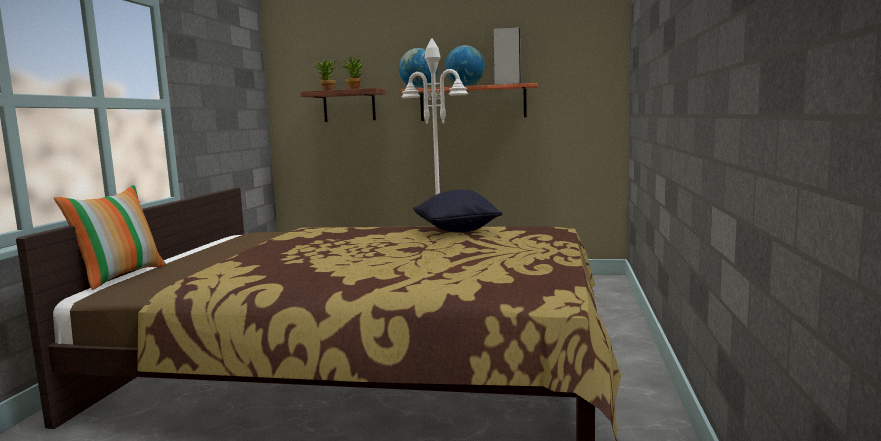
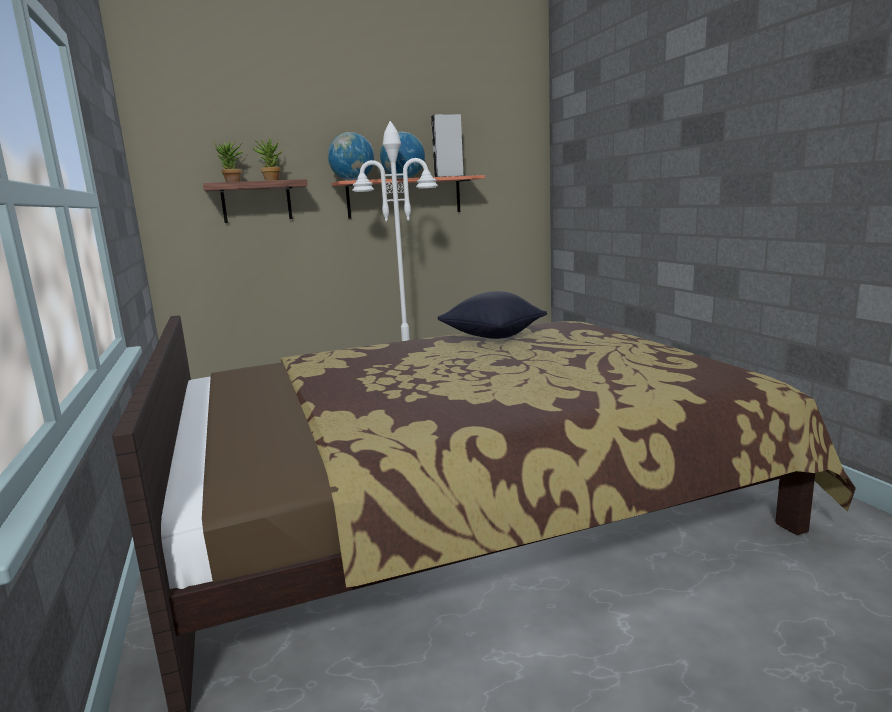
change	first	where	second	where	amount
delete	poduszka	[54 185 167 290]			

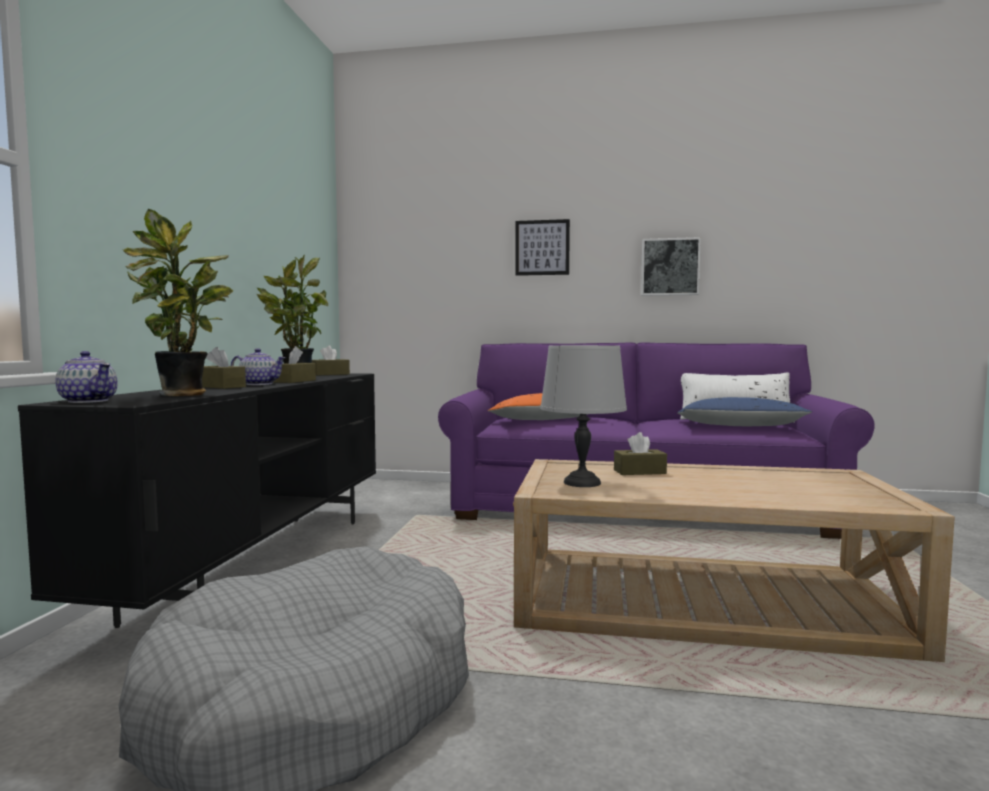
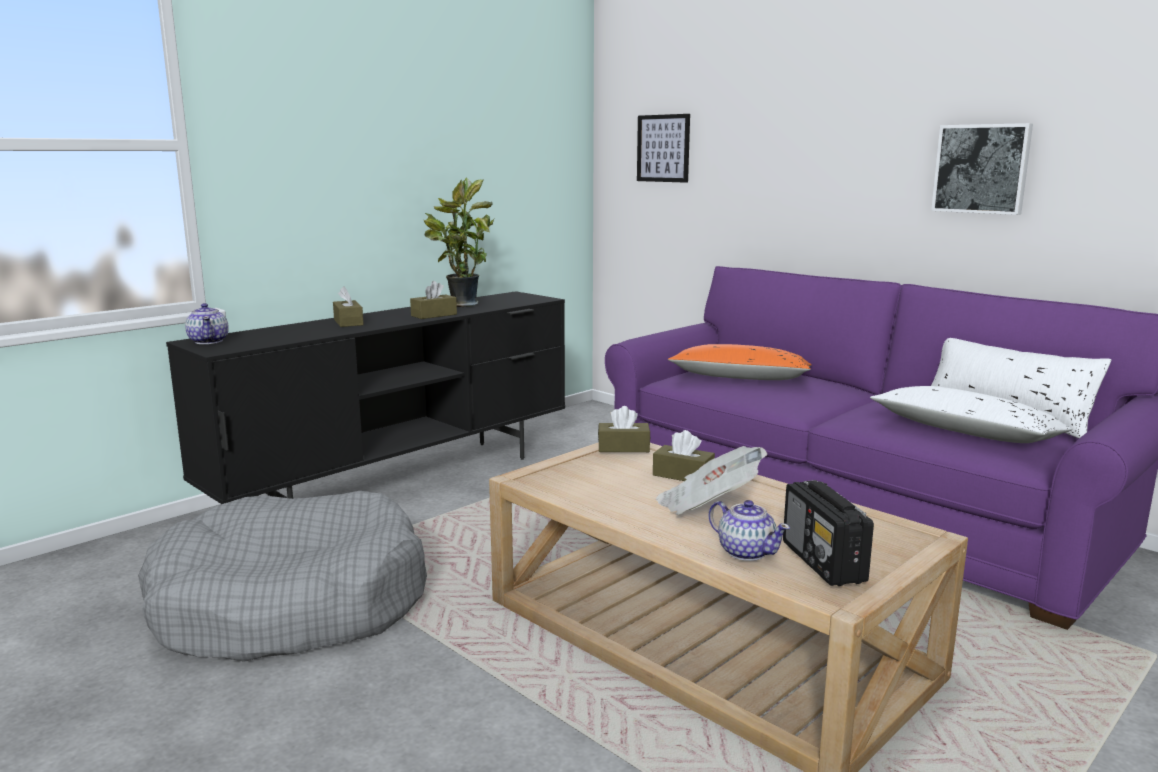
change	first	where	second	where	amount
delete	roślina doniczkowa	[122 209 233 396]			
move	obraz	[515 219 570 276]		[637 114 690 183]	
move	pudełko chusteczek/brązowy	[312 345 350 375]		[598 406 651 452]	
delete	lampa stołowa/szary	[540 345 627 487]			
move	imbryk	[231 348 286 385]		[709 500 790 561]	
recolor	poduszka/niebieski	[677 397 812 426]	poduszka/biały	[870 386 1073 443]	
insert			gazeta	[656 446 767 515]	
insert			radio	[783 480 874 586]	

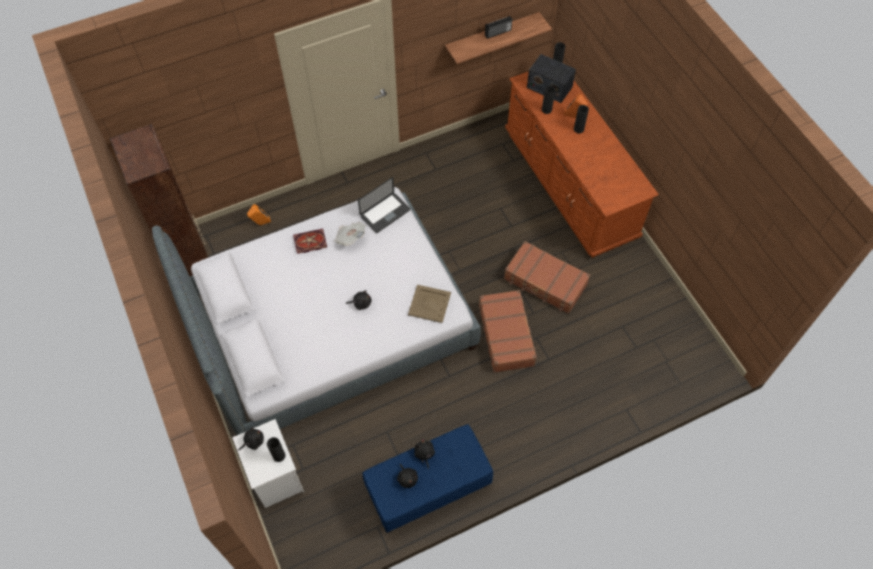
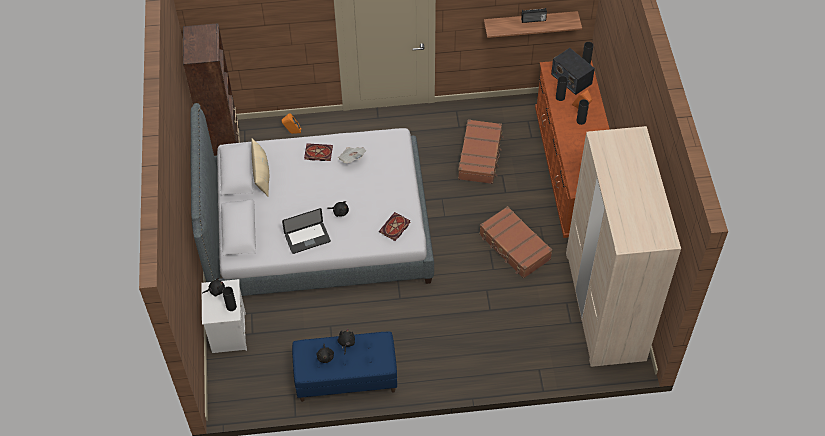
change	first	where	second	where	amount
move	laptop	[358 177 410 233]		[282 208 331 254]	
replace	taca/beżowy	[408 285 451 323]	książka	[379 212 411 241]	
move	walizka/brązowy	[479 290 537 373]		[458 119 504 184]	
insert			szafa/beżowy	[566 126 681 367]	
insert			poduszka/beżowy	[251 138 269 196]	

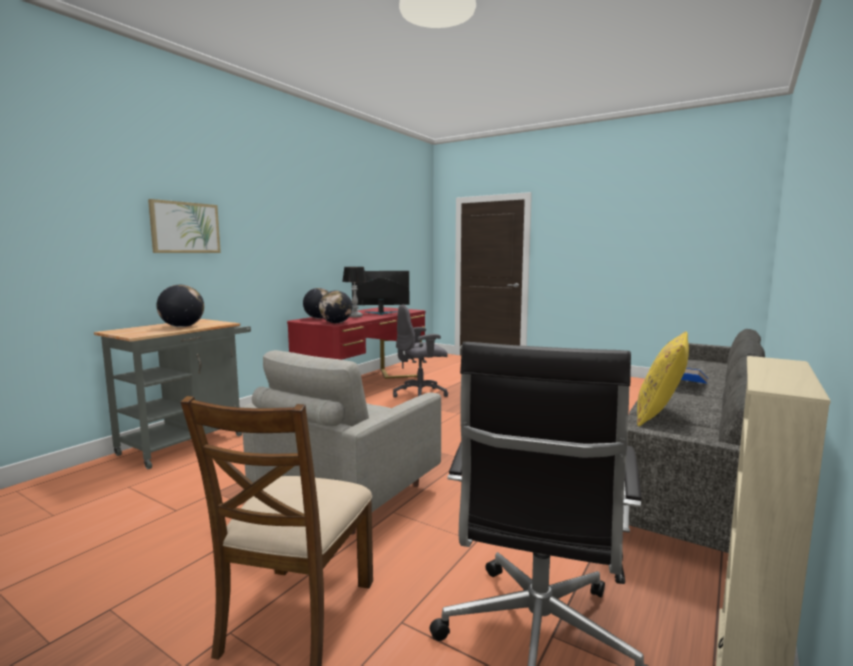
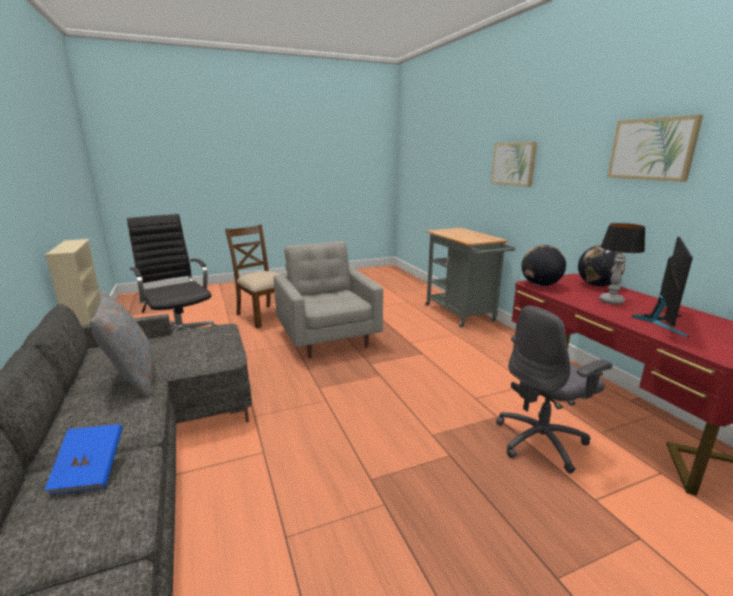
change	first	where	second	where	amount
delete	globus	[157 285 204 327]			
rotate	krzesło biurowe/szary	[393 304 448 398]		[496 306 612 473]	135 degrees counterclockwise
recolor	poduszka/żółty	[637 332 689 426]	poduszka/szary	[90 291 153 397]	
insert			obraz	[607 115 703 182]	

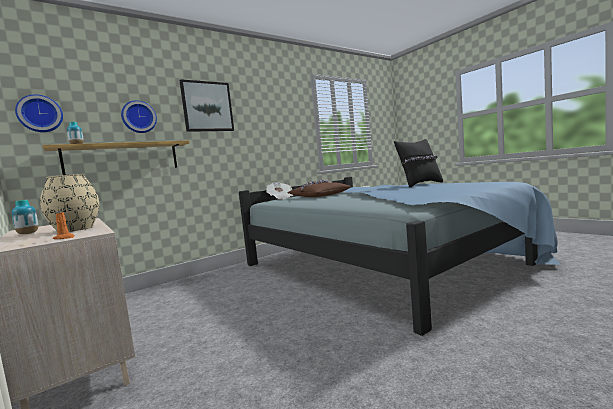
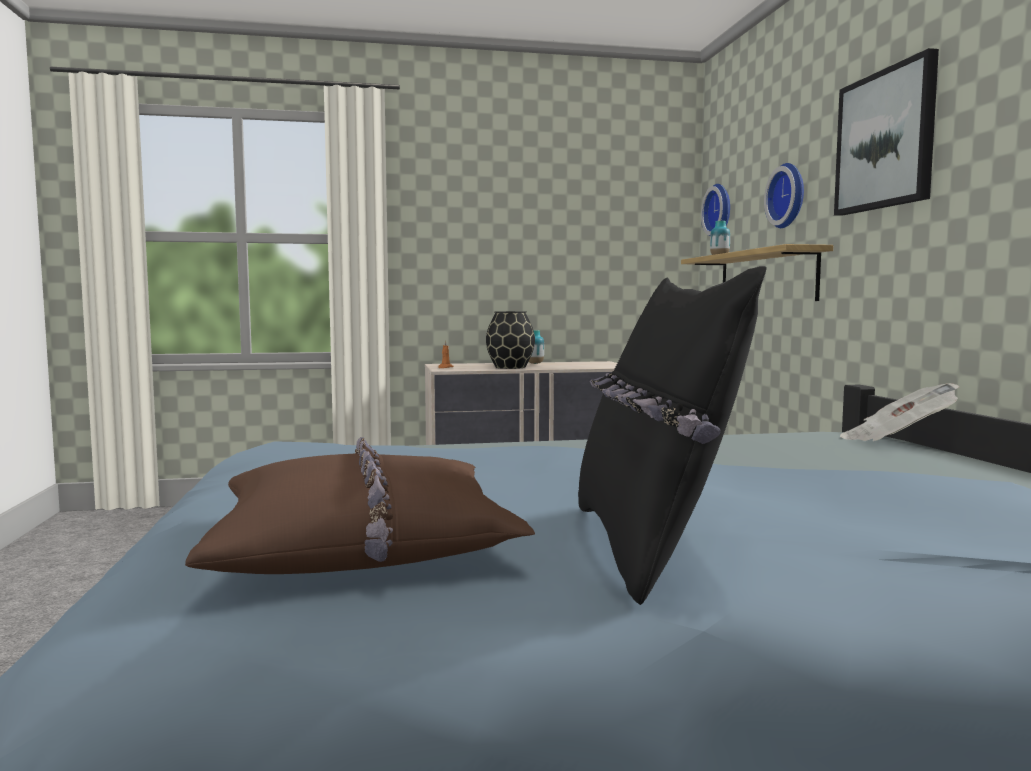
change	first	where	second	where	amount
recolor	wazon/beżowy	[40 174 99 232]	wazon/czarny	[486 311 535 369]	
move	poduszka/brązowy	[287 180 351 197]		[185 437 535 574]	

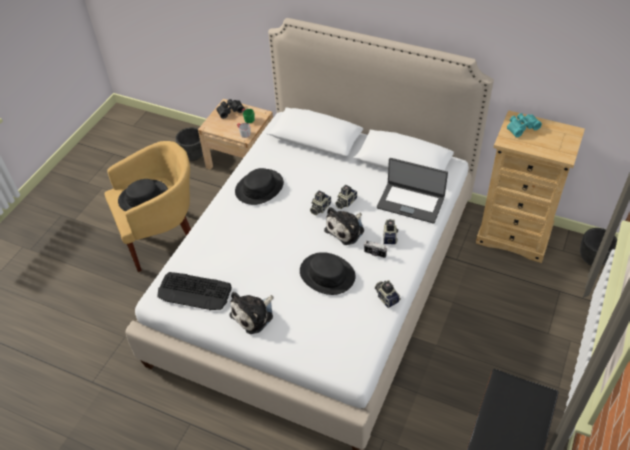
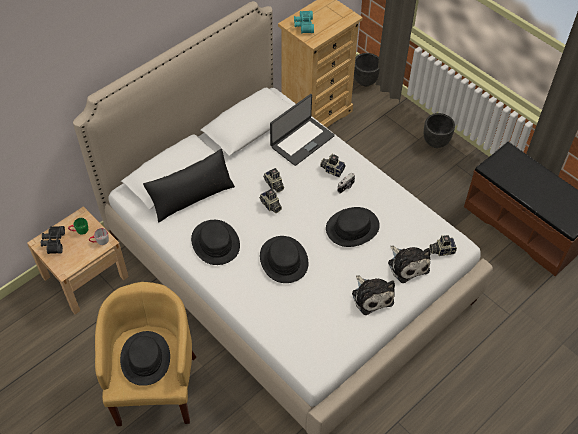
change	first	where	second	where	amount
move	donica/czarny	[175 127 203 161]		[424 113 455 148]	
move	pluszak	[324 207 364 245]		[388 246 431 283]	
delete	klawiatura	[157 272 232 310]			
move	aparat fotograficzny	[375 280 401 308]		[430 235 457 256]	
insert			poduszka/czarny	[143 148 235 223]	
insert			kapelusz/czarny	[260 236 308 283]	

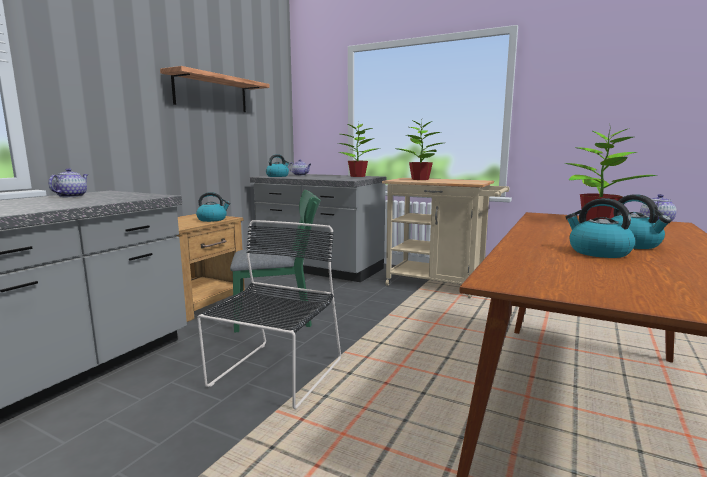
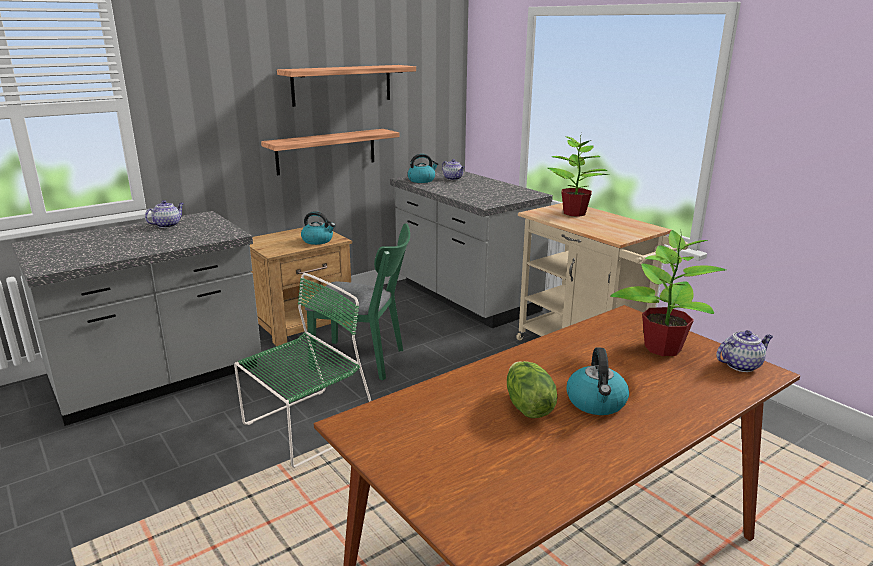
change	first	where	second	where	amount
delete	roślina doniczkowa	[338 124 381 177]			
replace	czajnik	[566 198 636 258]	sałata	[507 361 557 418]	
recolor	krzesło/czarny	[197 220 341 409]	krzesło/zielony	[234 273 371 468]	
insert			półka	[261 129 399 176]	

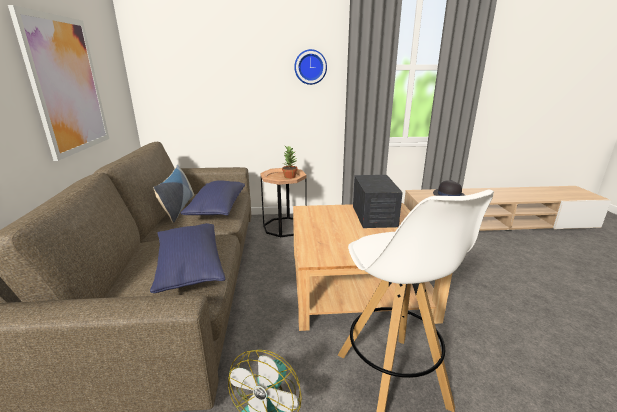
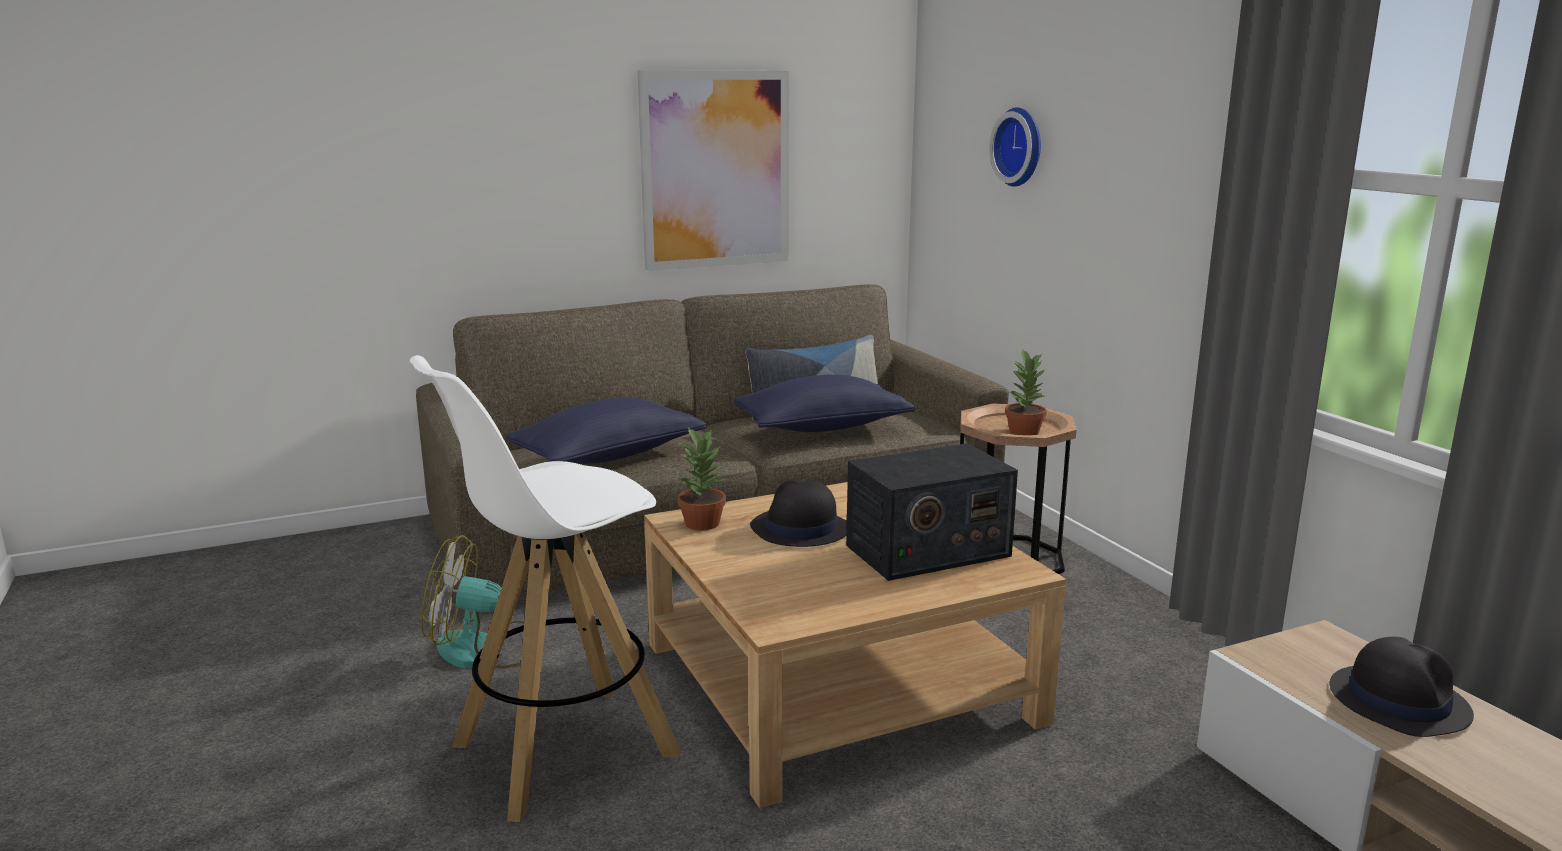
change	first	where	second	where	amount
move	zegar ścienny	[294 49 327 85]		[989 107 1041 187]	
insert			roślina doniczkowa	[678 427 726 530]	
insert			kapelusz/czarny	[750 480 847 547]	

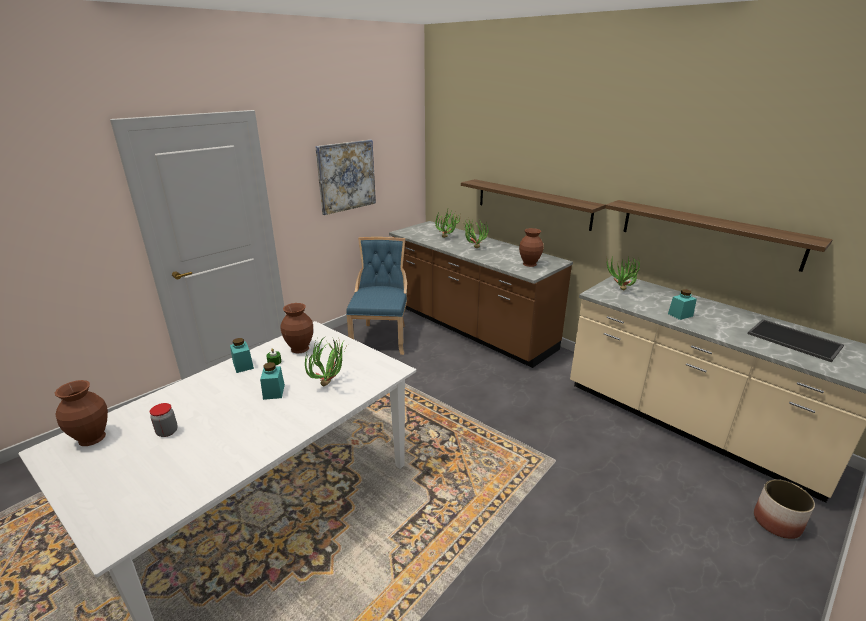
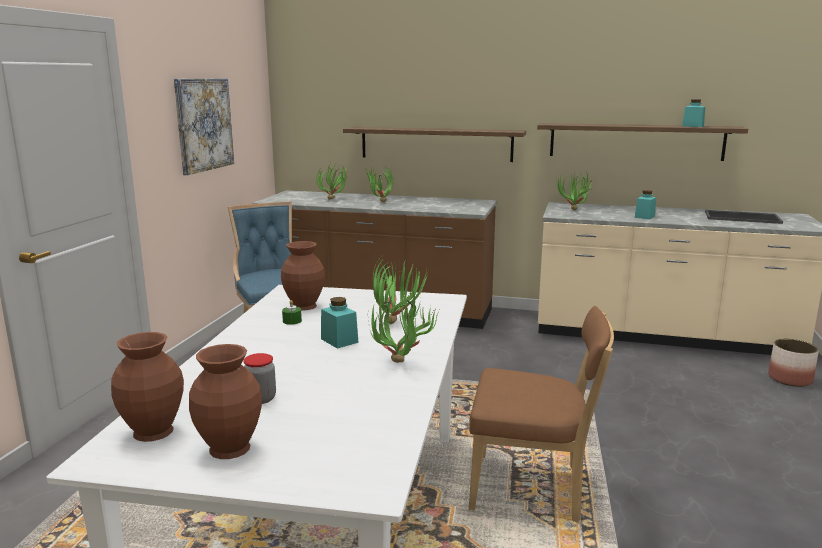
change	first	where	second	where	amount
move	wazon/brązowy	[519 228 544 267]		[189 344 262 459]	
move	słoik/turkusowy	[230 338 254 373]		[682 99 705 127]	
insert			roślina doniczkowa	[368 288 438 363]	
insert			krzesło/brązowy	[469 306 614 523]	

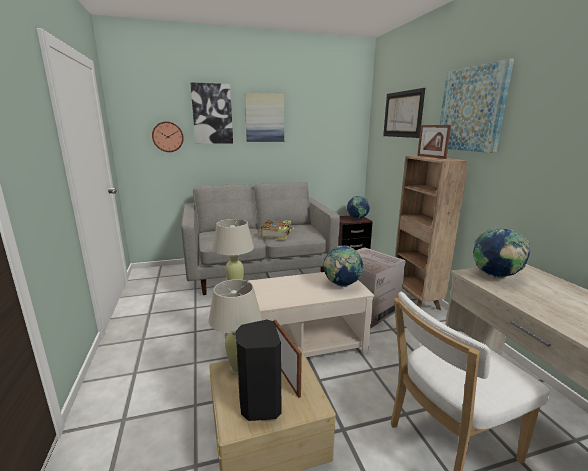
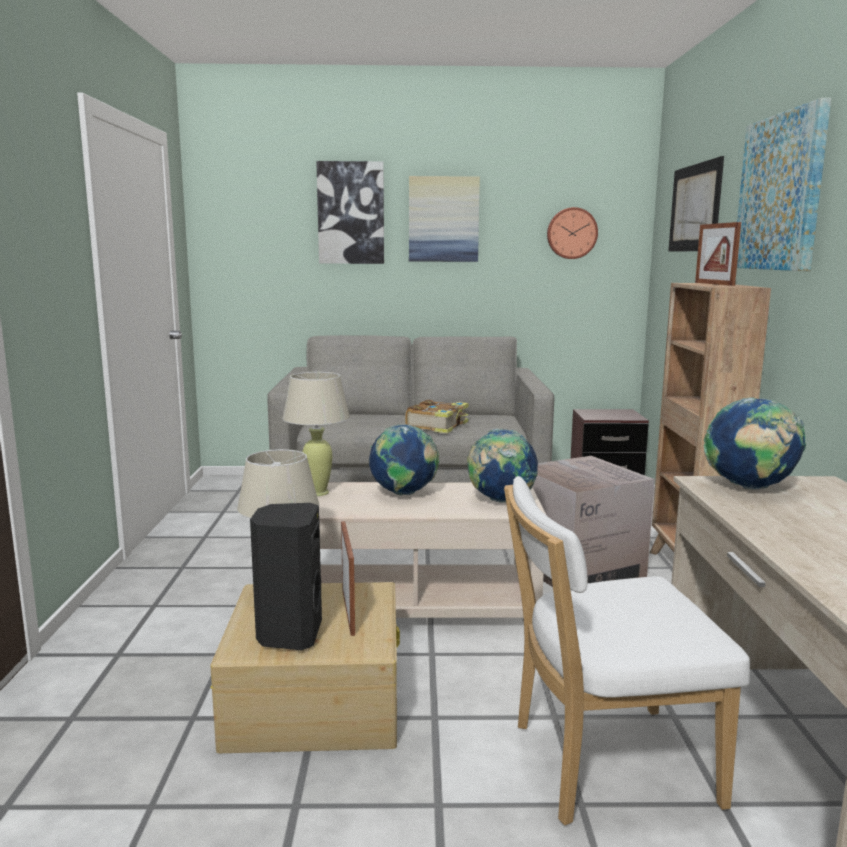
change	first	where	second	where	amount
move	zegar ścienny	[152 121 184 152]		[547 207 598 259]	
move	globus	[347 196 370 219]		[369 424 439 496]	

